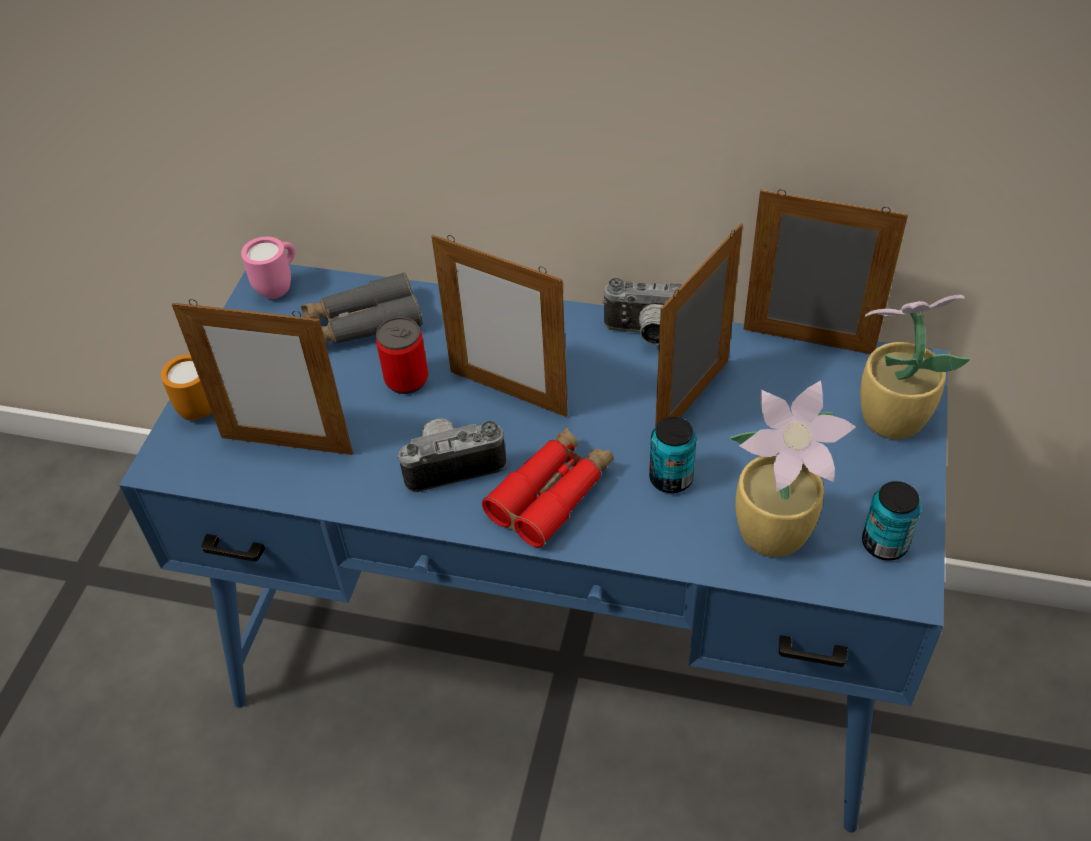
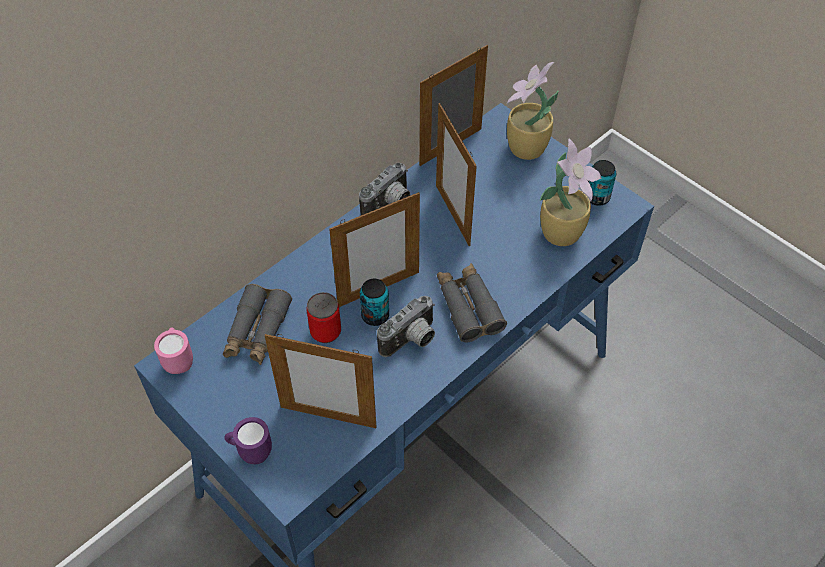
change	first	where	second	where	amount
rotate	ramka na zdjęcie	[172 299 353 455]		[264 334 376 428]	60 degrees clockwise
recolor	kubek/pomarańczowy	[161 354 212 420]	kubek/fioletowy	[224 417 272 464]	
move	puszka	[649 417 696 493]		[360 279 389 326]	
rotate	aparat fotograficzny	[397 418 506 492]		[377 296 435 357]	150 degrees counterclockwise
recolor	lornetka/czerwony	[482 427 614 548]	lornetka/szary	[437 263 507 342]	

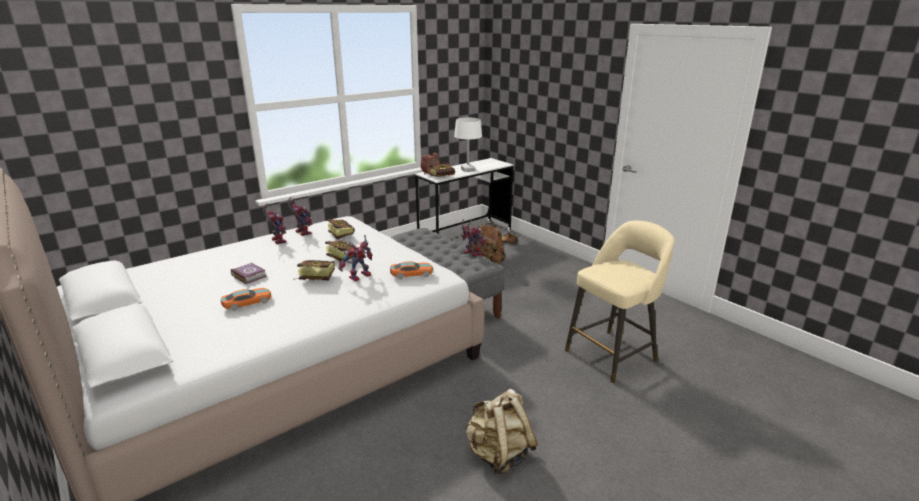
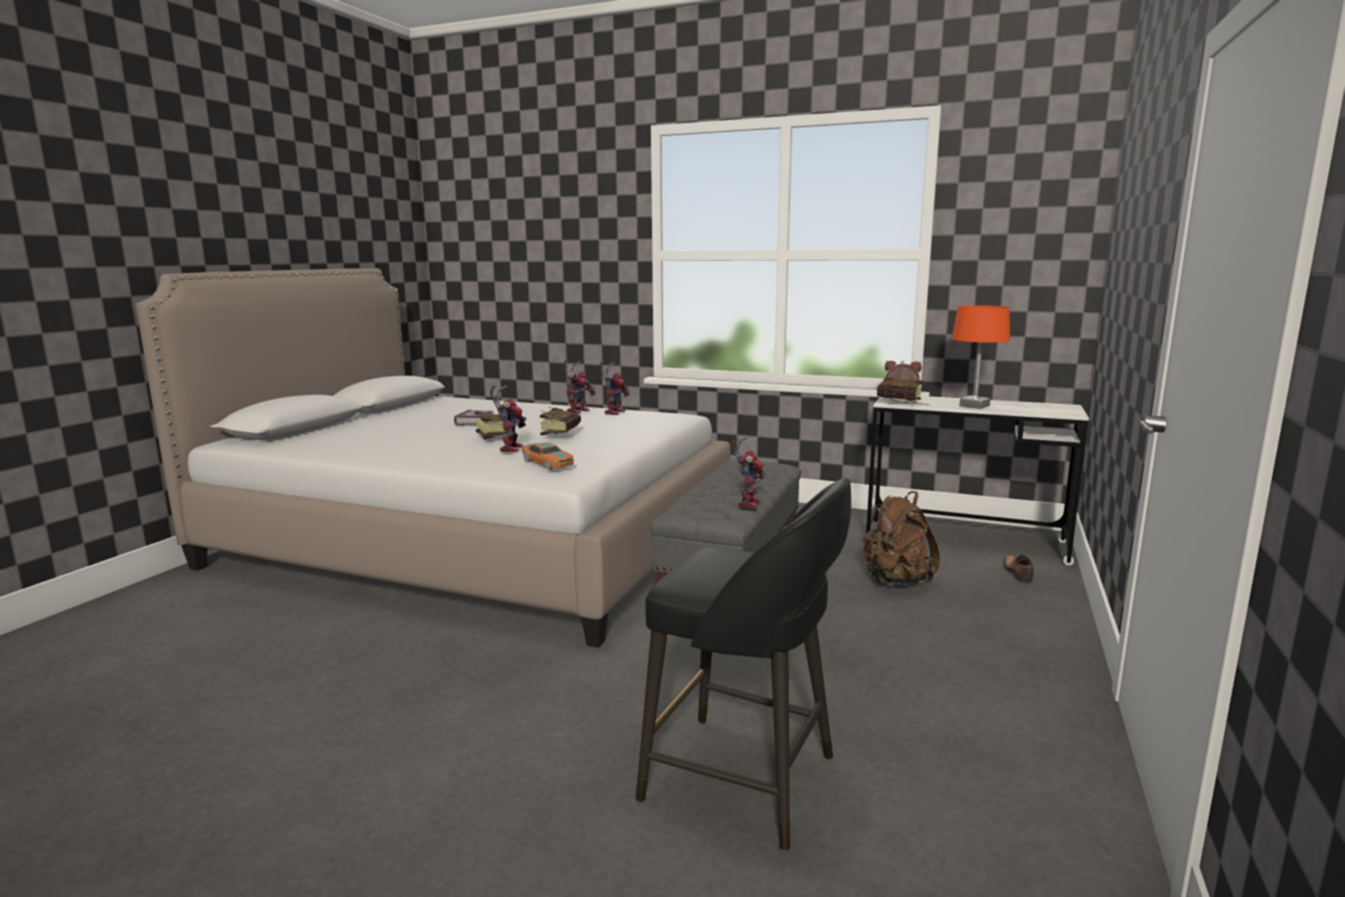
change	first	where	second	where	amount
recolor	lampa stołowa/biały	[454 118 482 172]	lampa stołowa/pomarańczowy	[952 305 1010 409]	
delete	książka	[327 219 355 240]			
recolor	stołek/beżowy	[565 221 674 383]	stołek/czarny	[636 478 851 851]	
rotate	robot zabawkowy	[339 235 373 281]		[490 385 526 452]	75 degrees clockwise
delete	samochodzik	[221 288 271 311]			
delete	plecak/beżowy	[465 389 537 474]			

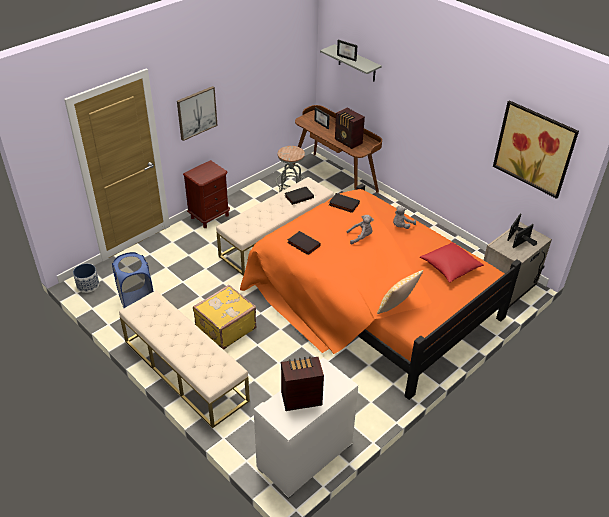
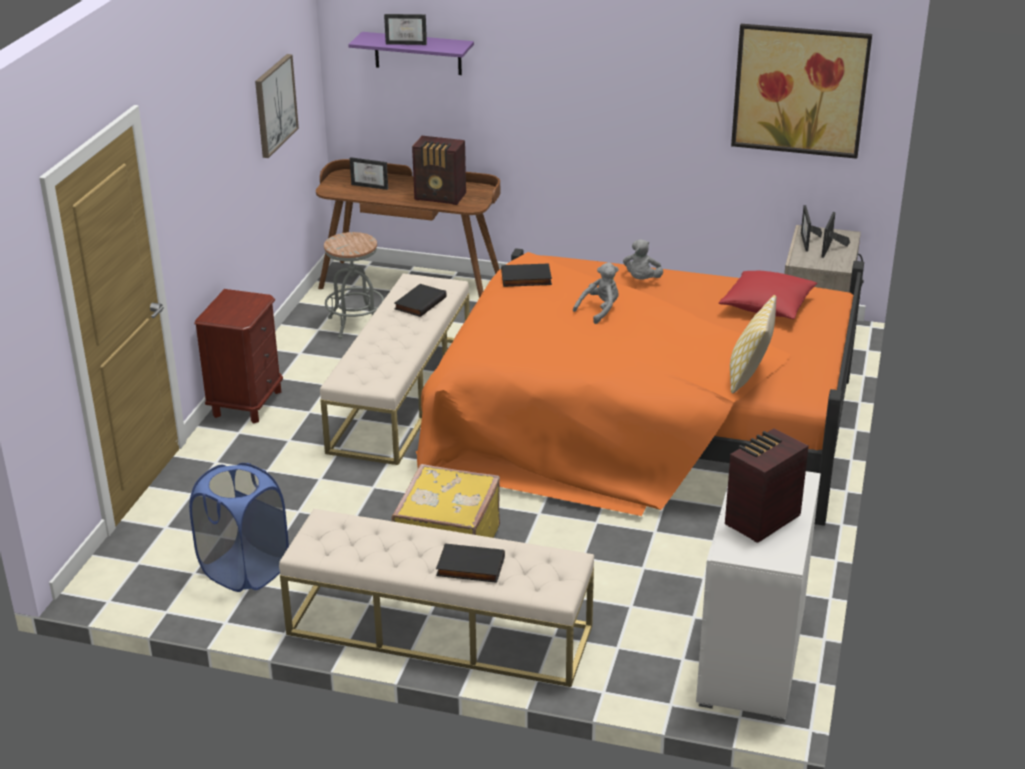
change	first	where	second	where	amount
recolor	półka/szary	[320 44 382 81]	półka/fioletowy	[348 32 474 75]	
move	obraz	[177 86 218 141]		[255 54 299 158]	
move	książka/czarny	[287 231 321 255]		[436 544 505 583]	
delete	donica	[73 264 99 293]			

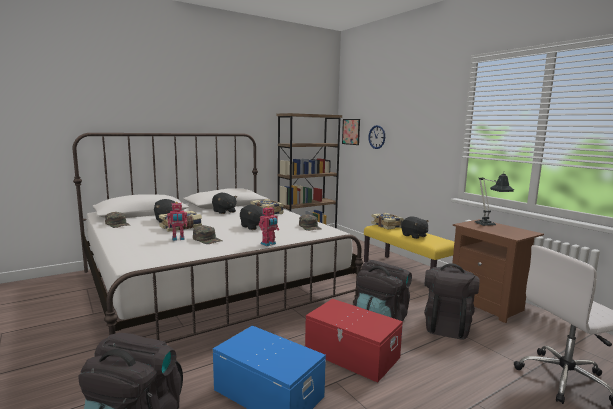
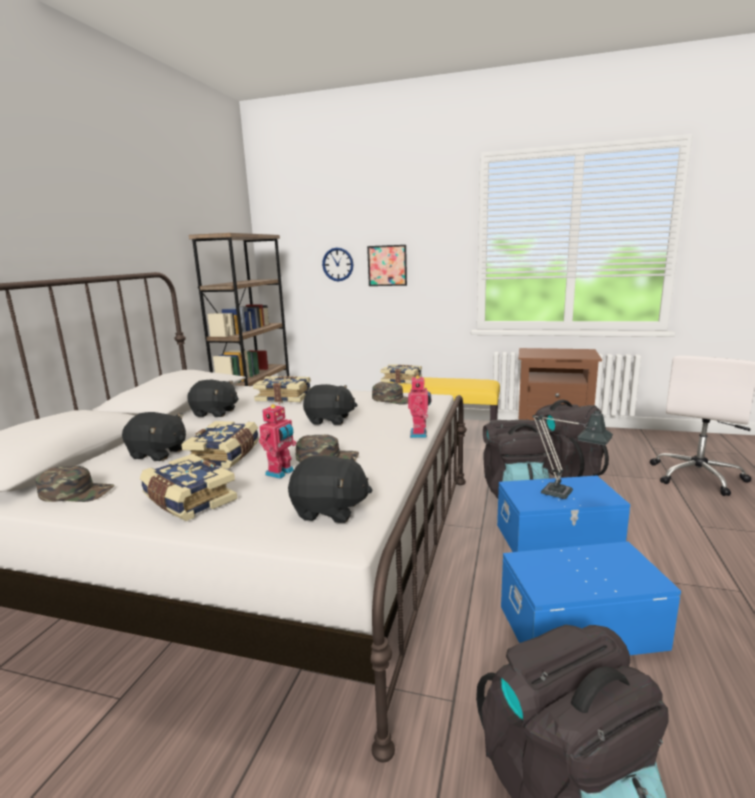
change	first	where	second	where	amount
move	obraz	[342 119 360 145]		[367 245 407 286]	
move	lampa stołowa	[475 174 514 226]		[532 406 613 499]	
move	pluszak/czarny	[401 216 428 239]		[288 455 373 523]	
recolor	pojemnik do przechowywania/czerwony	[305 299 403 383]	pojemnik do przechowywania/niebieski	[497 476 630 552]	
insert			książka	[140 454 237 521]	

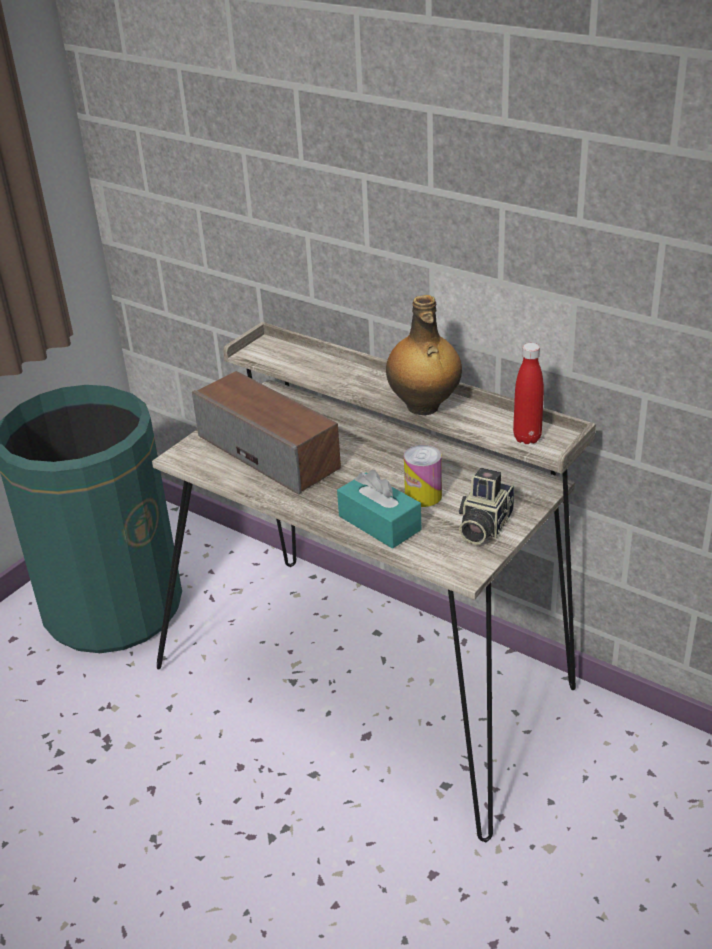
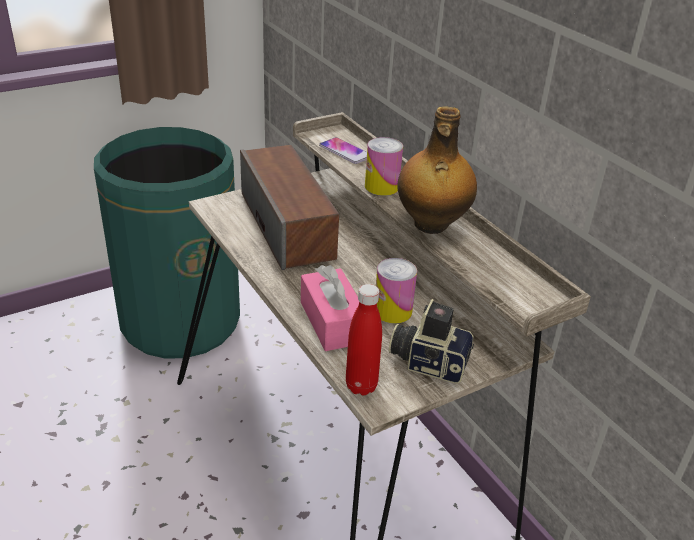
change	first	where	second	where	amount
move	butelka/czerwony	[513 343 544 444]		[346 284 382 396]	
rotate	aparat fotograficzny	[459 468 514 544]		[389 299 474 383]	60 degrees clockwise
recolor	pudełko chusteczek/turkusowy	[337 470 421 549]	pudełko chusteczek/różowy	[301 265 359 351]	
insert			telefon	[319 137 367 164]	
insert			puszka	[365 137 403 196]	

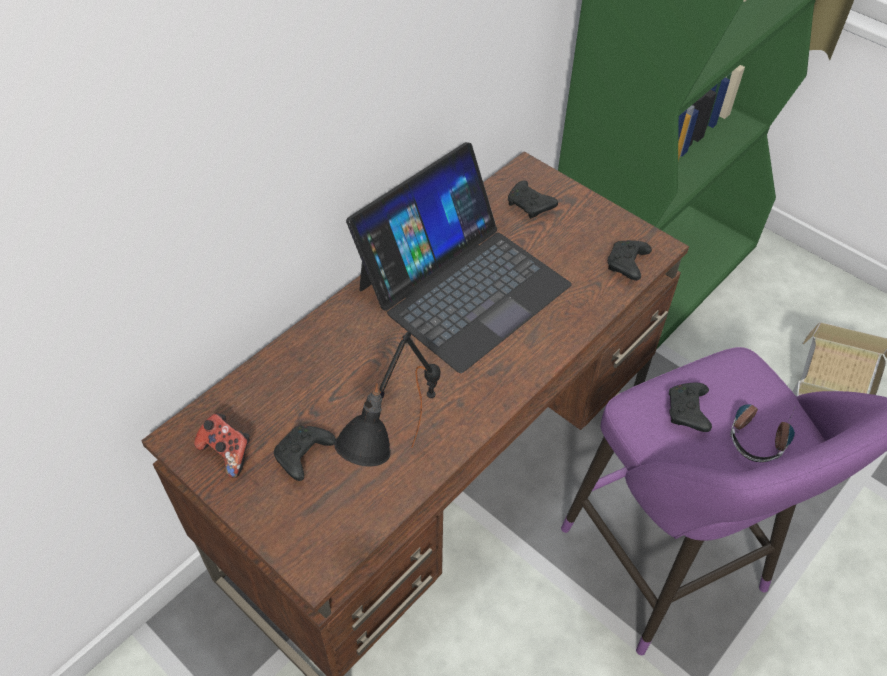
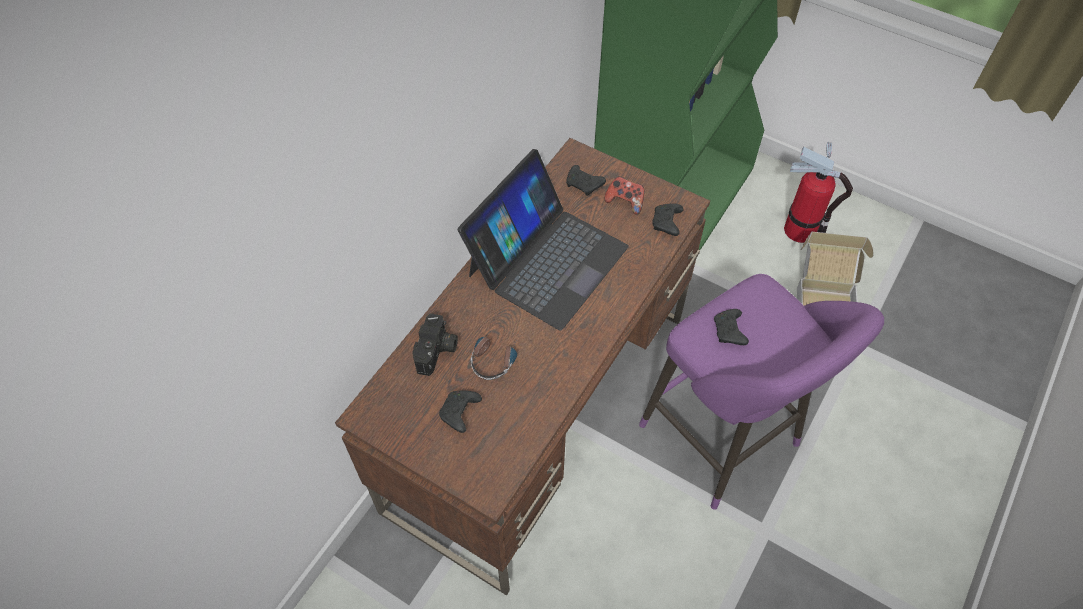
change	first	where	second	where	amount
delete	lampa stołowa/czarny	[334 331 441 466]			
move	słuchawki	[730 404 795 462]		[471 337 518 380]	
move	pad do gier	[194 413 250 478]		[604 176 644 215]	
insert			gaśnica	[784 142 853 243]	
insert			aparat fotograficzny	[412 313 458 376]	

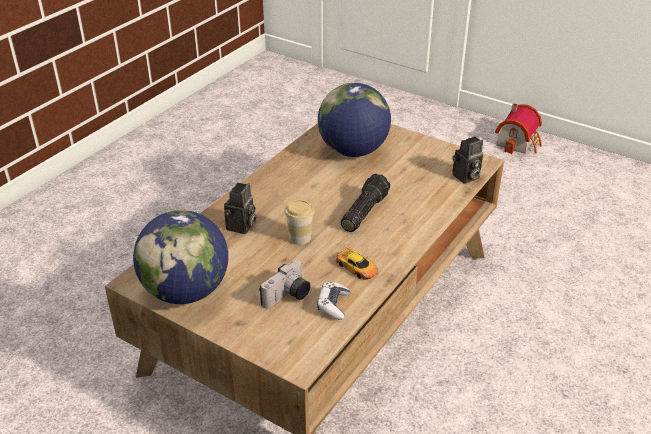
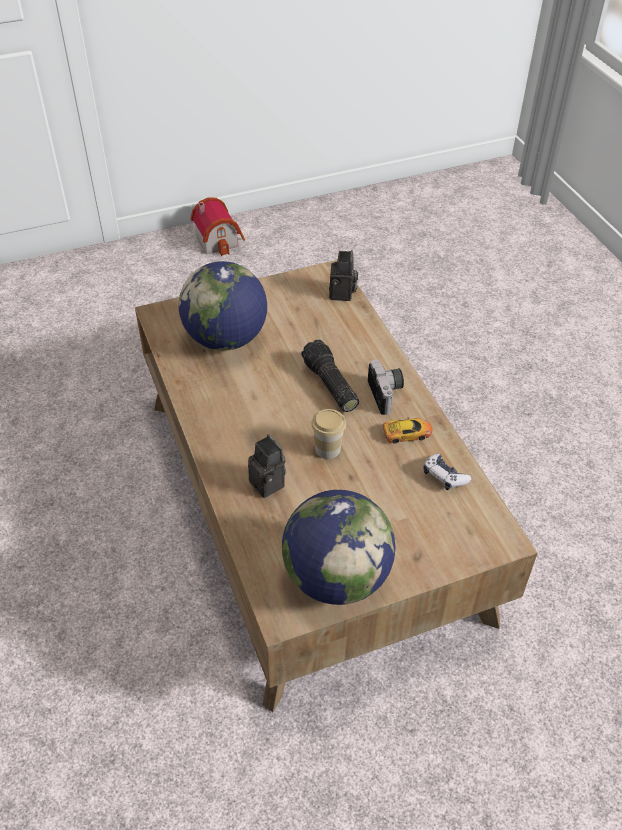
change	first	where	second	where	amount
move	aparat fotograficzny	[259 261 311 308]		[368 359 404 415]	

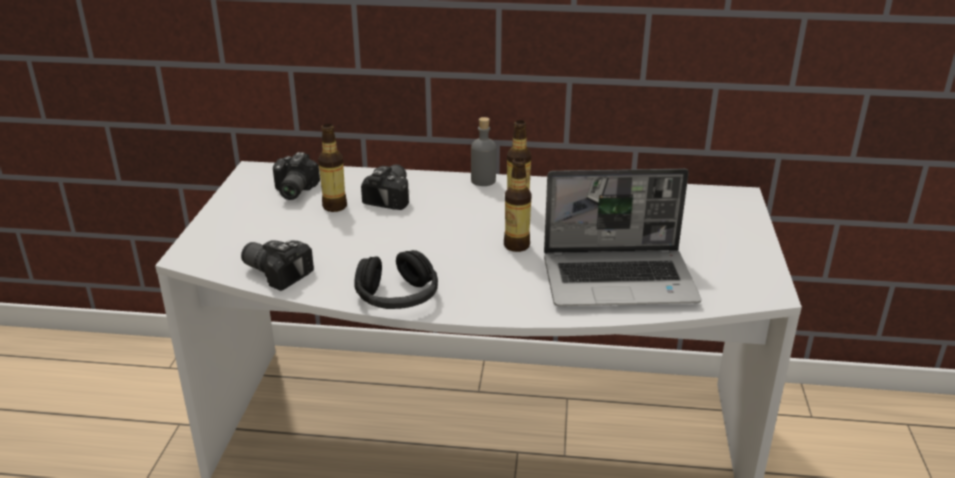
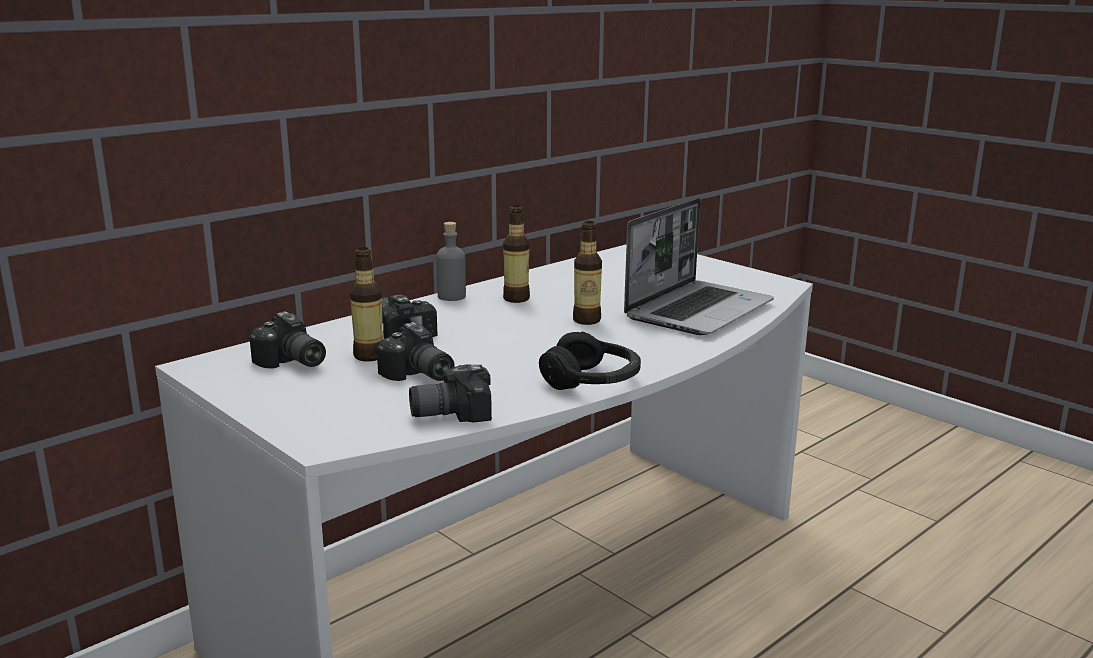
change	first	where	second	where	amount
insert			aparat fotograficzny	[377 322 455 381]	

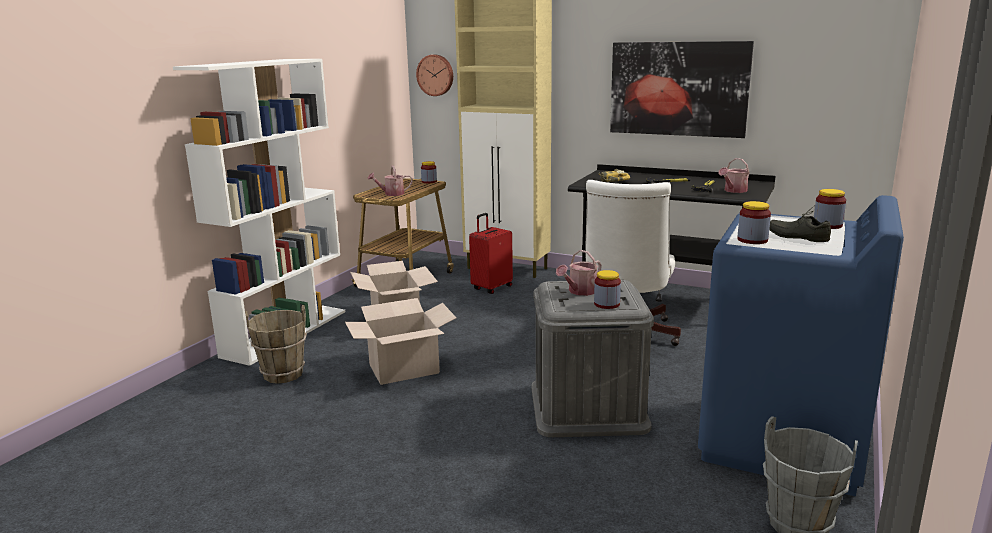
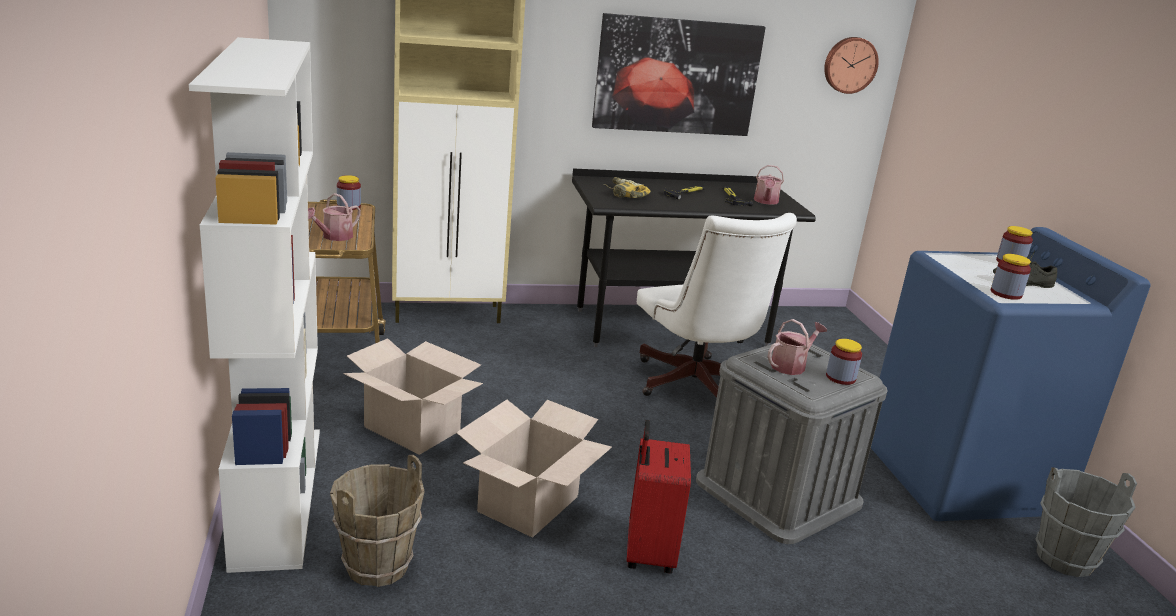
change	first	where	second	where	amount
move	zegar ścienny	[416 54 453 96]		[824 37 879 94]	
move	walizka/czerwony	[469 213 513 294]		[627 420 691 574]	
rotate	konewka	[556 250 601 296]		[768 319 827 375]	135 degrees counterclockwise

